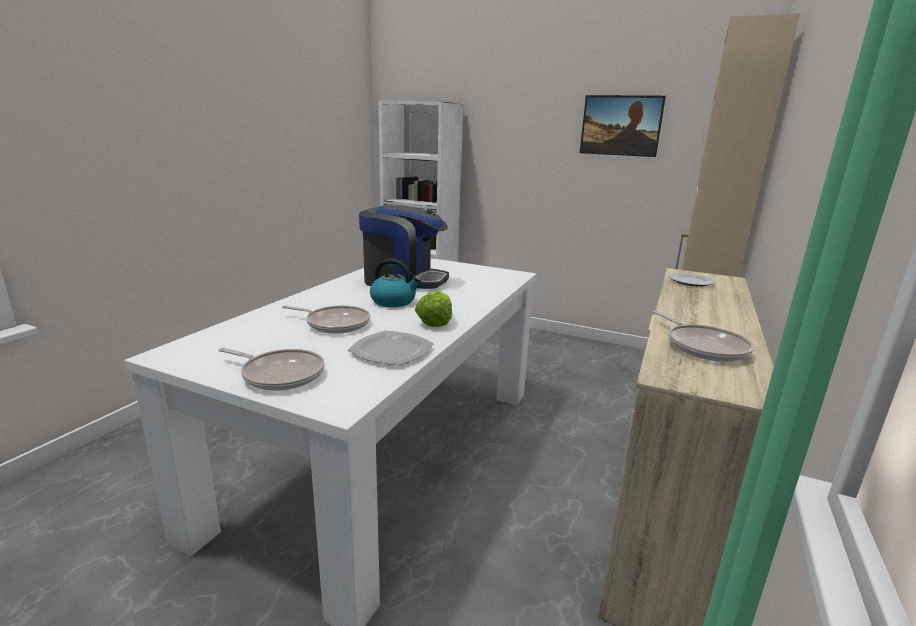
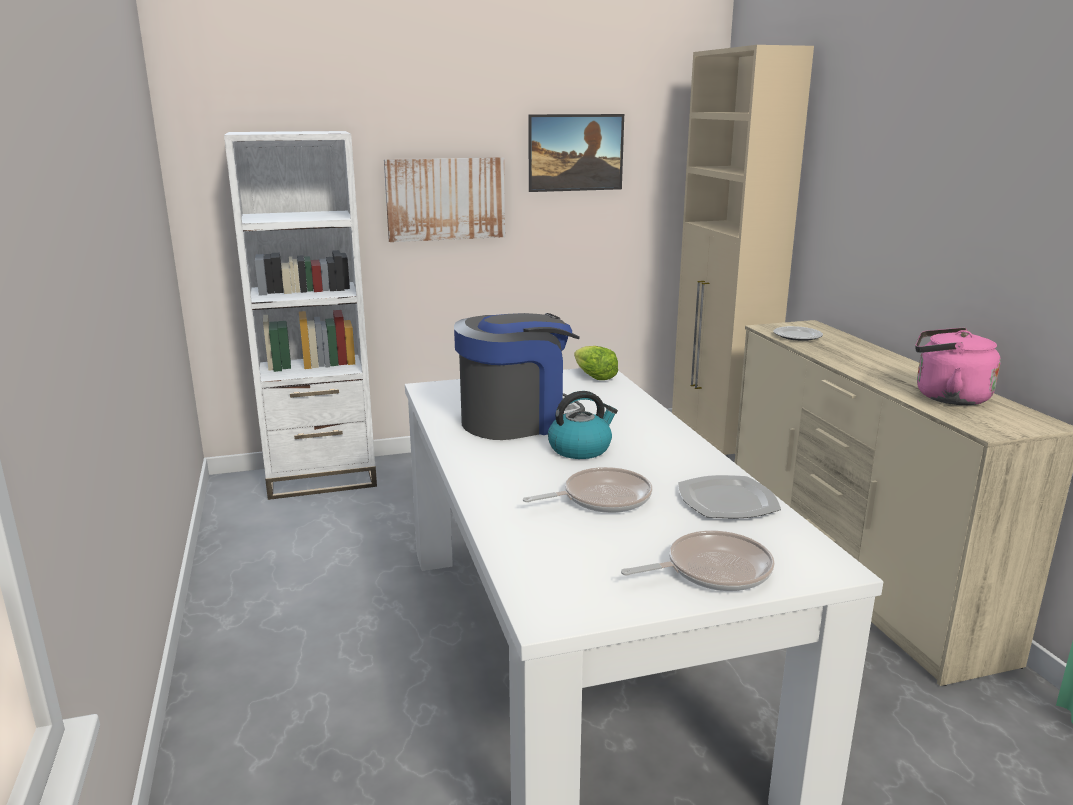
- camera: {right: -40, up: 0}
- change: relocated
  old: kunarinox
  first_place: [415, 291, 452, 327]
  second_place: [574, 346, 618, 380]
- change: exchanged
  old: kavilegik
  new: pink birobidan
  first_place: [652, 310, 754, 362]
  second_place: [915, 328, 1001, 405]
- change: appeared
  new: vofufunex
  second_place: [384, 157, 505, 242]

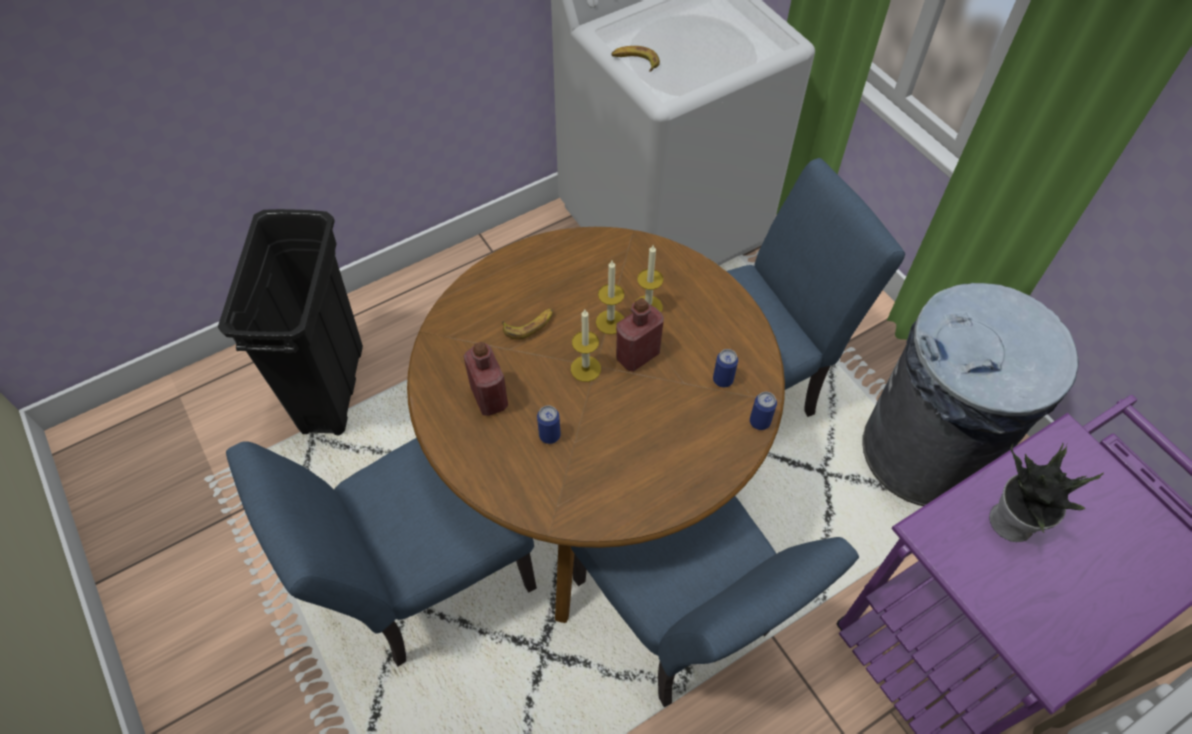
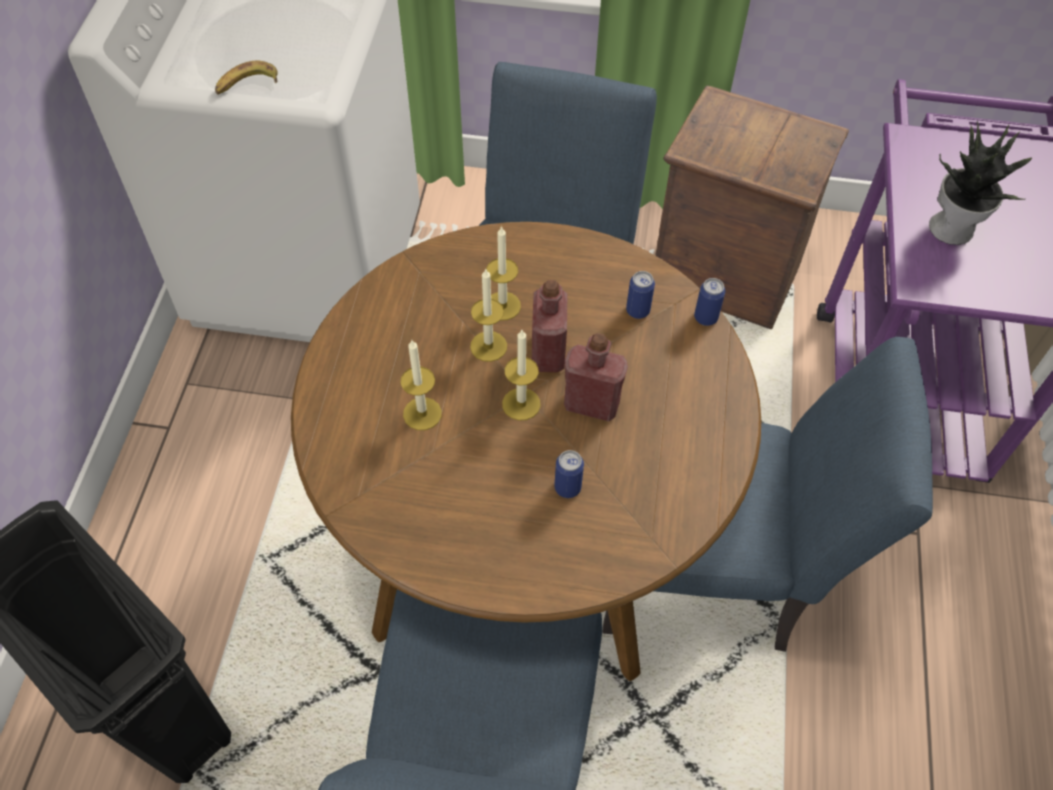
- camera: {right: -50, up: 0}
- change: relocated
  old: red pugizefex
  first_place: [464, 342, 508, 416]
  second_place: [564, 333, 628, 422]
- change: exchanged
  old: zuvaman
  new: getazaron
  first_place: [502, 309, 553, 340]
  second_place: [401, 340, 442, 430]
- change: exchanged
  old: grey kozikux
  new: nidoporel
  first_place: [862, 283, 1079, 506]
  second_place: [655, 86, 849, 329]

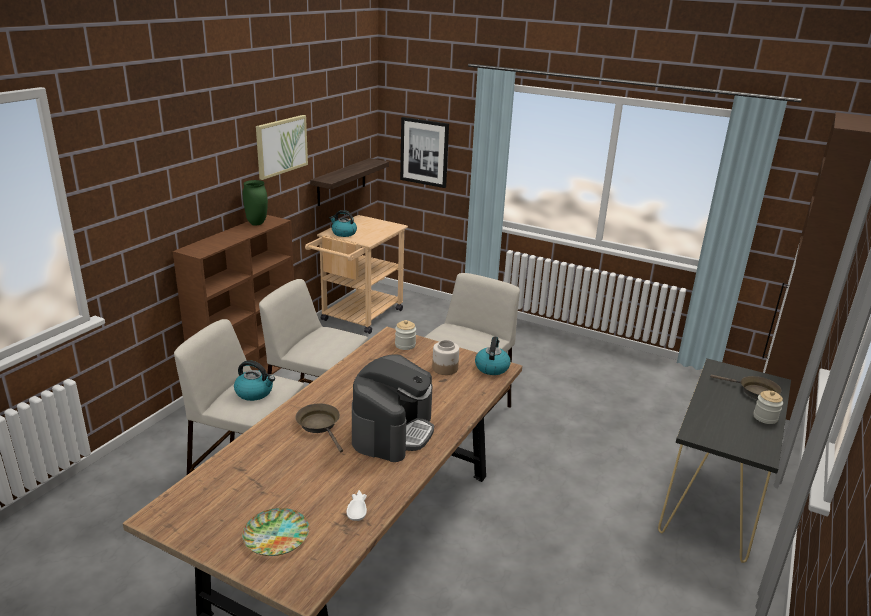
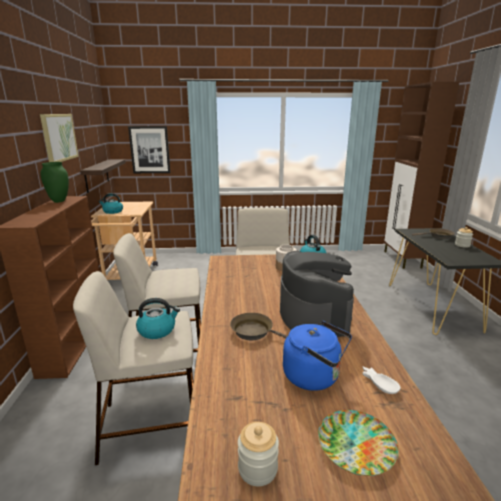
- camera: {right: -30, up: -5}
- change: relocated
  old: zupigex
  first_place: [395, 320, 416, 350]
  second_place: [238, 422, 279, 486]
- change: appeared
  new: blue birobidan
  second_place: [283, 321, 352, 391]

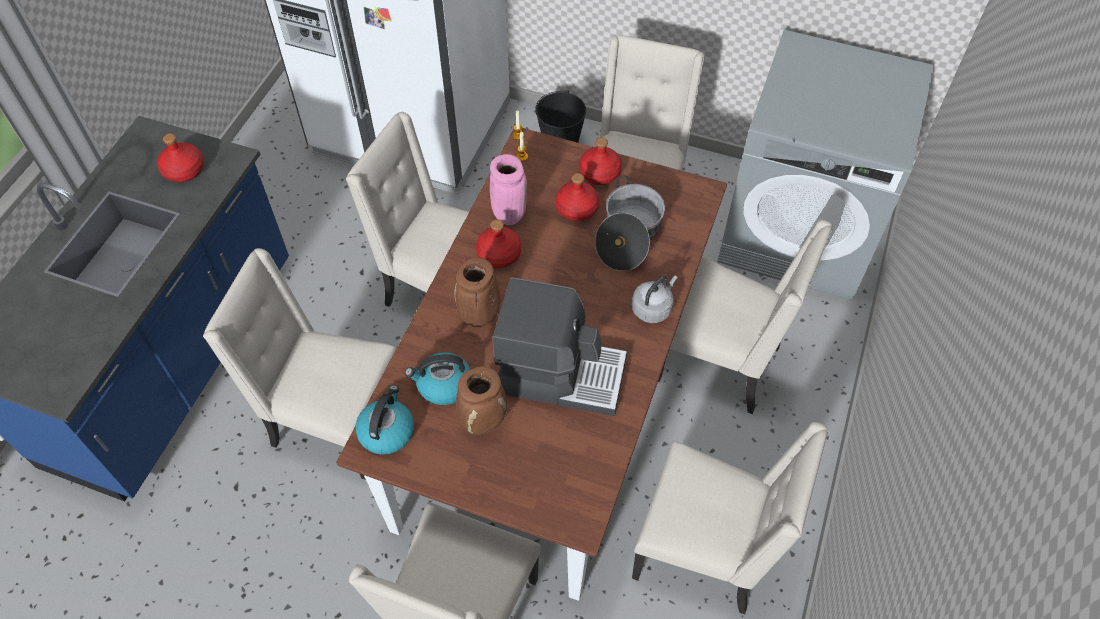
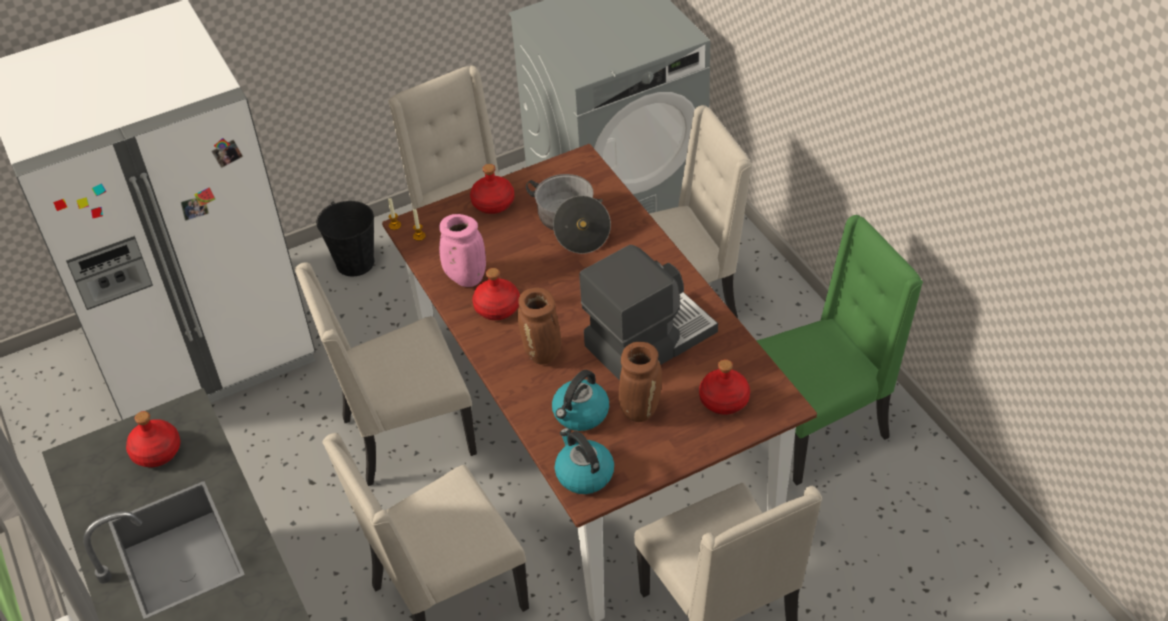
- camera: {right: -45, up: -10}
- change: relocated
  old: red pugizefex
  first_place: [555, 173, 599, 221]
  second_place: [699, 359, 750, 415]
- change: missing
  old: grey birobidan
  first_place: [632, 275, 678, 323]
- change: colour
  old: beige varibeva
  new: green varibeva
  first_place: [632, 422, 828, 614]
  second_place: [756, 215, 923, 486]

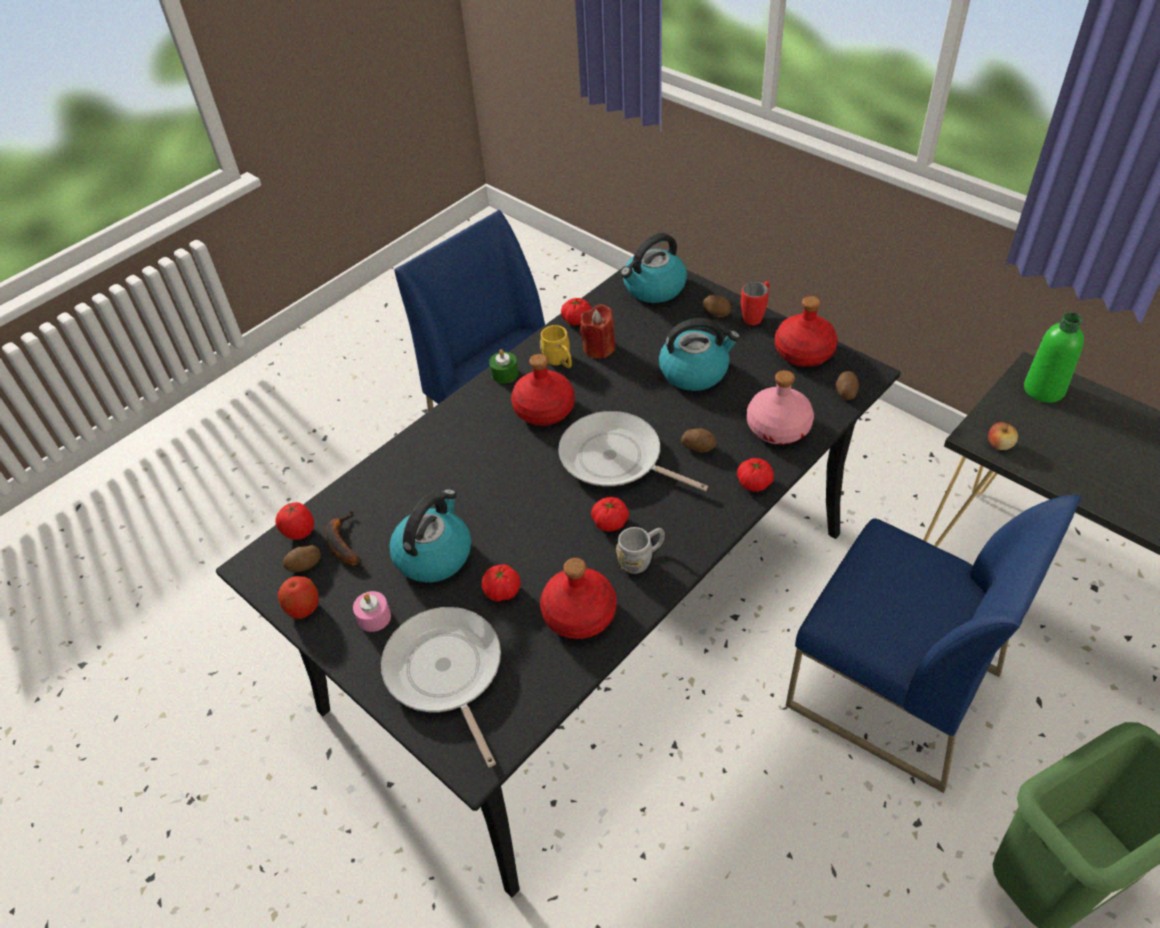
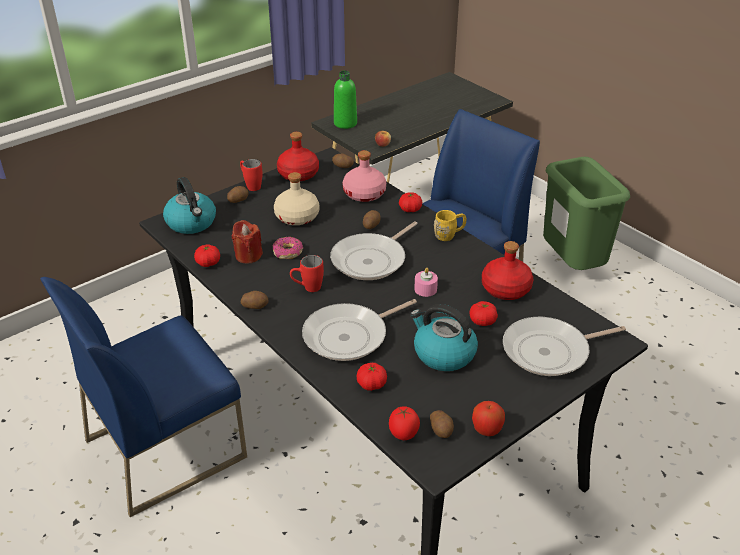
- camera: {right: -85, up: -10}
- change: missing
  old: zuvaman
  first_place: [325, 511, 362, 565]
- change: relocated
  old: pink getazaron
  first_place: [353, 591, 391, 632]
  second_place: [414, 268, 438, 297]
- change: exchanged
  old: green getazaron
  new: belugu
  first_place: [489, 349, 518, 383]
  second_place: [241, 291, 268, 309]
- change: exchanged
  old: red pugizefex
  new: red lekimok
  first_place: [511, 354, 575, 426]
  second_place: [290, 255, 324, 292]
- change: relocated
  old: yellow lekimok
  first_place: [540, 325, 572, 368]
  second_place: [434, 210, 467, 241]
- change: relocated
  old: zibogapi
  first_place: [591, 497, 629, 531]
  second_place: [357, 363, 387, 391]
- change: missing
  old: grey lekimok
  first_place: [616, 527, 665, 574]
- change: exchanged
  old: birobidan
  new: beige pugizefex
  first_place: [659, 318, 740, 391]
  second_place: [274, 172, 319, 225]
- change: appeared
  new: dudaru
  second_place: [273, 237, 303, 259]
- change: appeared
  new: kavilegik
  second_place: [302, 299, 417, 361]

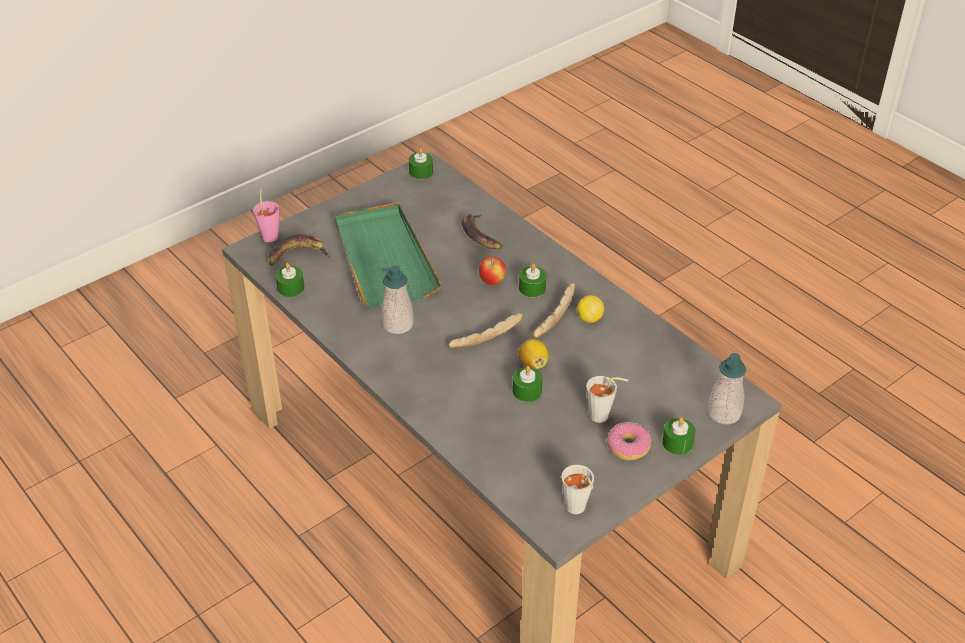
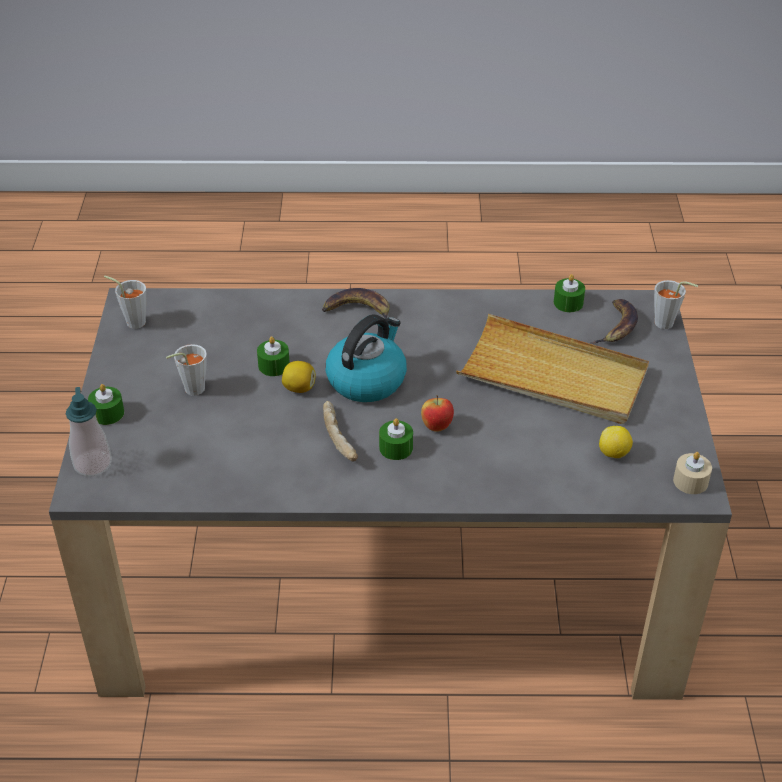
- camera: {right: 130, up: 0}
- change: colour
  old: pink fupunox
  new: grey fupunox
  first_place: [253, 188, 279, 243]
  second_place: [654, 280, 698, 329]
- change: colour
  old: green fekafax
  new: beige fekafax
  first_place: [334, 203, 442, 307]
  second_place: [456, 314, 649, 424]
- change: missing
  old: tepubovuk
  first_place: [381, 265, 414, 334]
- change: colour
  old: green getazaron
  new: beige getazaron
  first_place: [409, 148, 433, 179]
  second_place: [673, 452, 712, 494]
- change: exchanged
  old: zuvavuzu
  new: birobidan
  first_place: [449, 313, 523, 348]
  second_place: [326, 314, 407, 402]
- change: relocated
  old: zuvaman
  first_place: [462, 214, 502, 249]
  second_place: [322, 288, 390, 319]
- change: relocated
  old: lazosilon
  first_place: [577, 295, 604, 323]
  second_place: [599, 426, 633, 458]
- change: missing
  old: dudaru
  first_place: [607, 422, 652, 460]

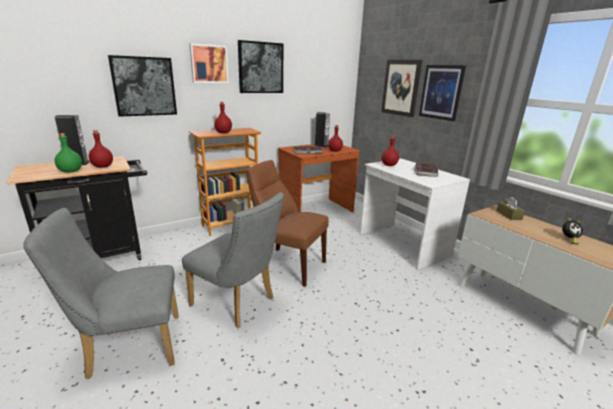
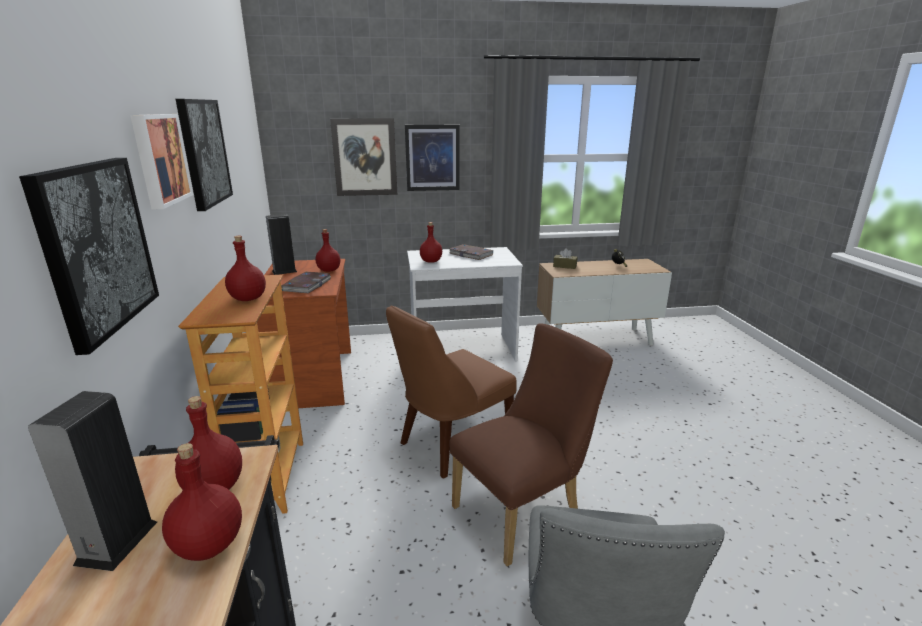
- camera: {right: -65, up: 0}
- change: colour
  old: green pugizefex
  new: red pugizefex
  first_place: [55, 133, 82, 173]
  second_place: [162, 443, 242, 561]
- change: colour
  old: grey varibeva
  new: brown varibeva
  first_place: [182, 192, 284, 329]
  second_place: [449, 323, 613, 567]

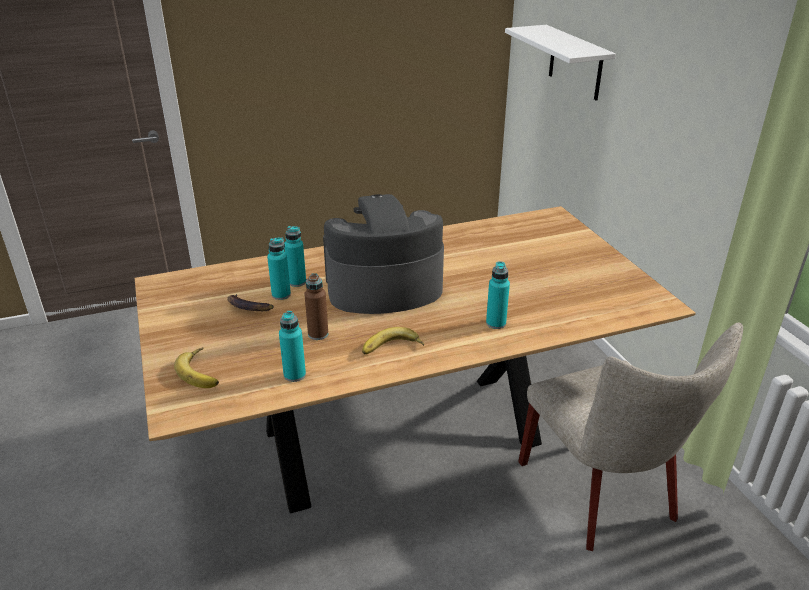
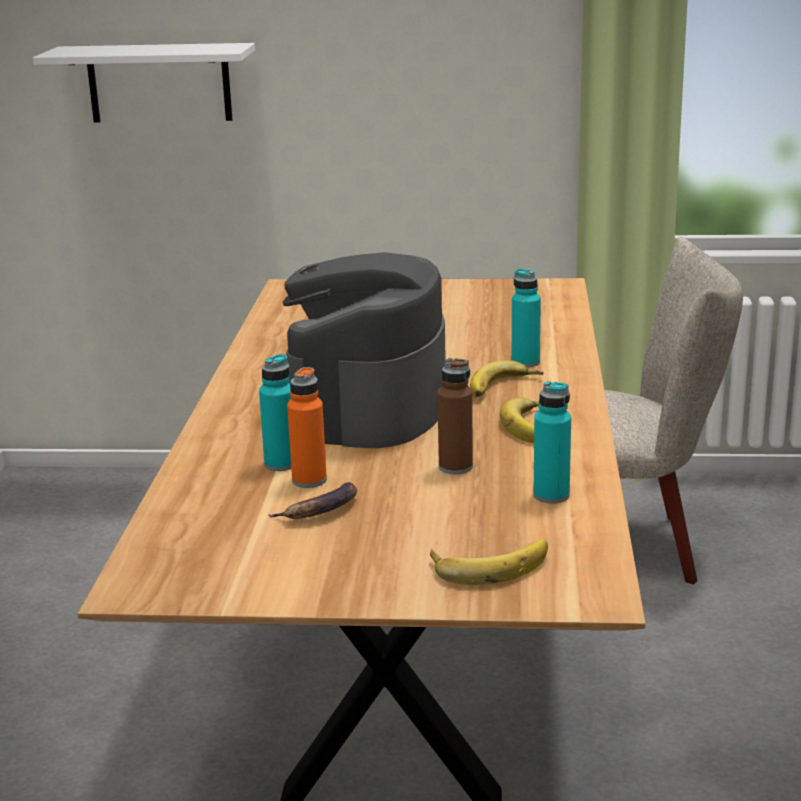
- camera: {right: -65, up: -10}
- change: colour
  old: turquoise pugizefex
  new: orange pugizefex
  first_place: [267, 237, 291, 300]
  second_place: [287, 367, 327, 488]
- change: appeared
  new: zuvaman
  second_place: [470, 360, 543, 398]

